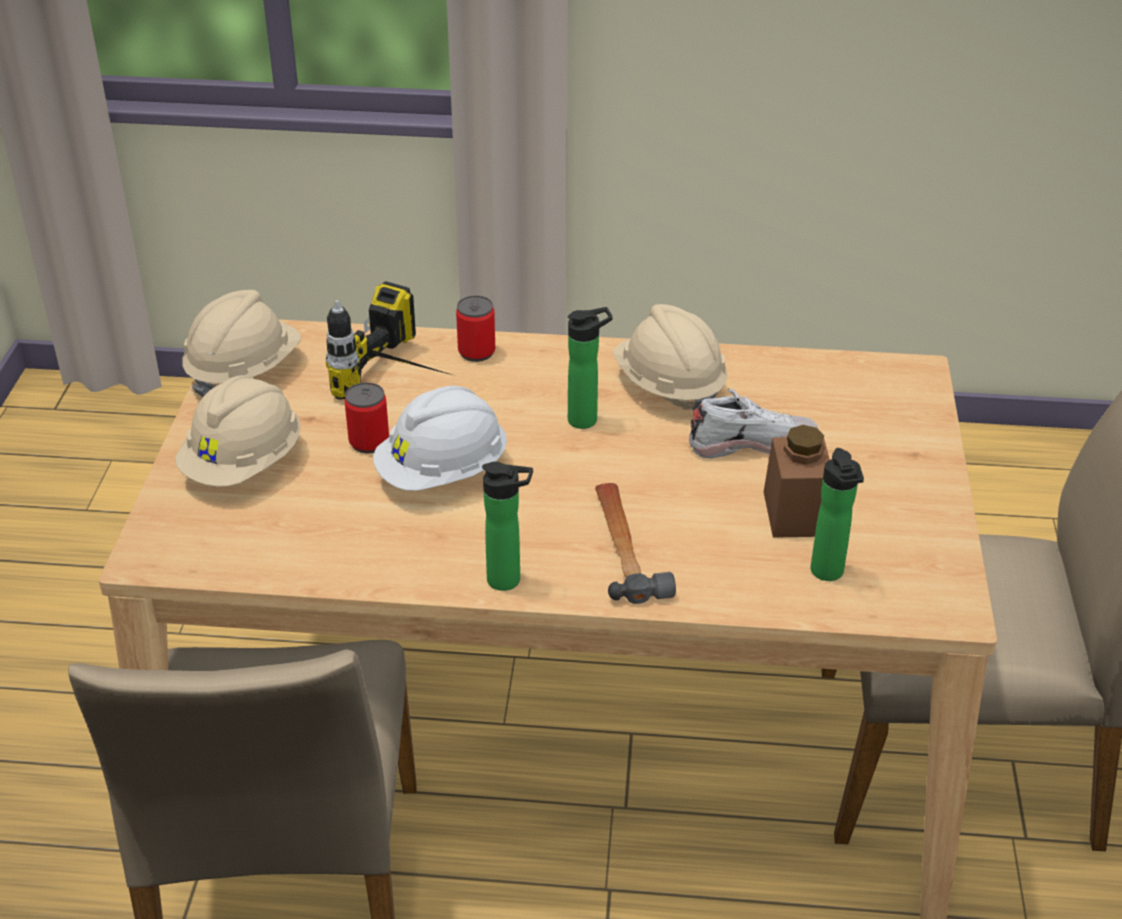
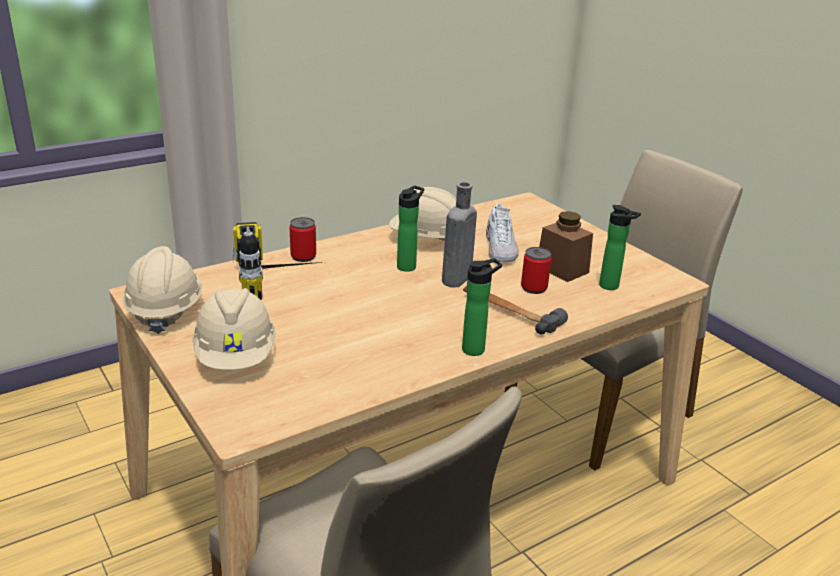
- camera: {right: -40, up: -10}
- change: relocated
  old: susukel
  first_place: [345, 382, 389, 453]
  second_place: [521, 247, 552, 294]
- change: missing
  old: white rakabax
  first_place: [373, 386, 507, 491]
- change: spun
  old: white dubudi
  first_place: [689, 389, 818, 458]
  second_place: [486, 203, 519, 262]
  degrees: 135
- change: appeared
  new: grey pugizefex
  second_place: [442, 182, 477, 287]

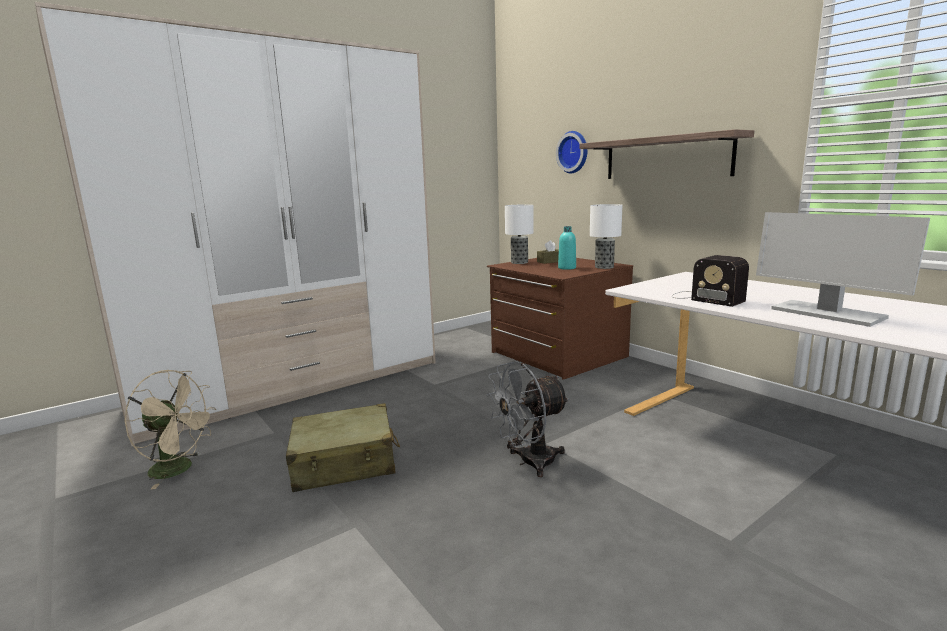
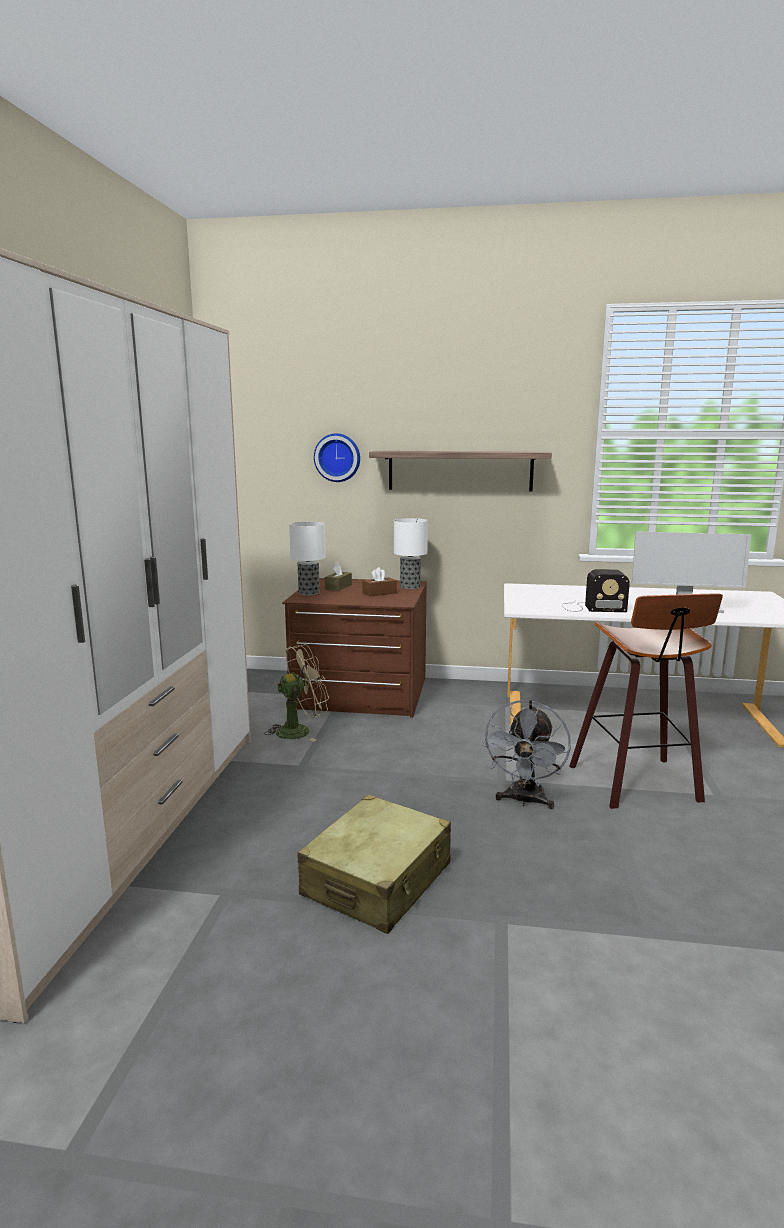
- camera: {right: -45, up: 0}
- change: relocated
  old: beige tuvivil
  first_place: [125, 370, 217, 490]
  second_place: [264, 644, 329, 742]
- change: exchanged
  old: turquoise pugizefex
  new: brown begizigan
  first_place: [558, 226, 576, 270]
  second_place: [362, 567, 397, 597]
- change: appeared
  new: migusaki
  second_place: [569, 593, 723, 809]

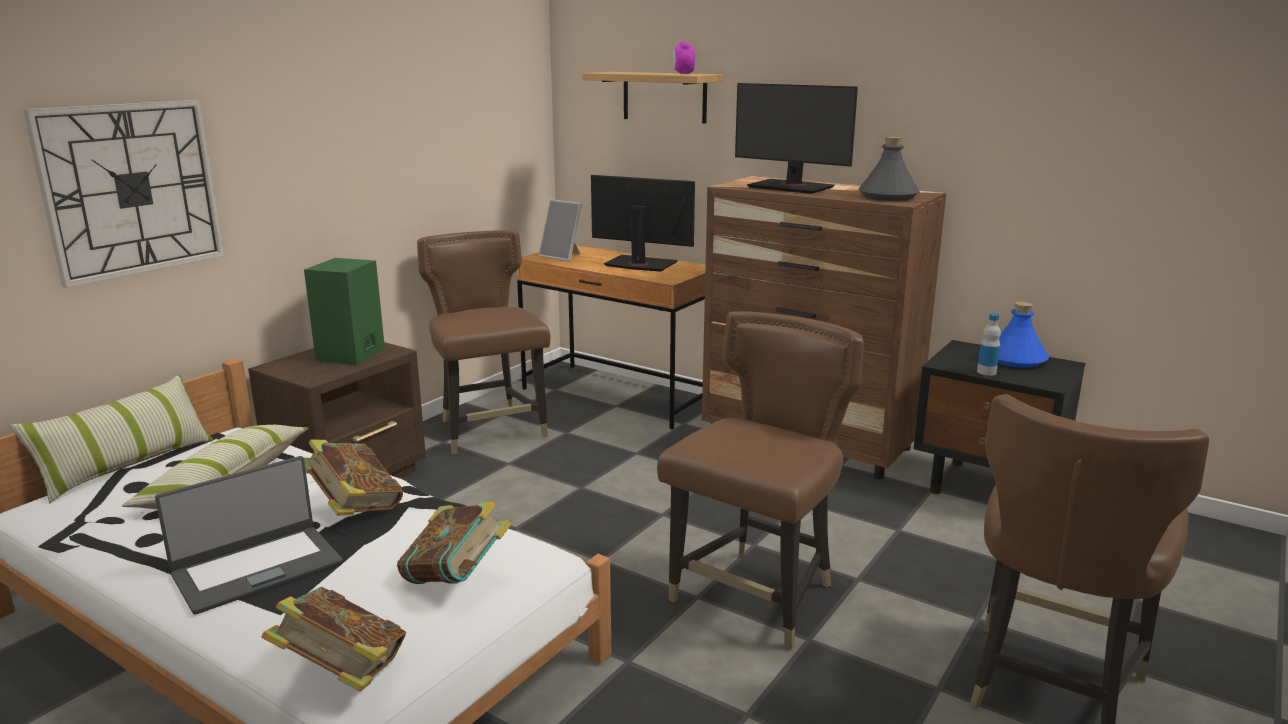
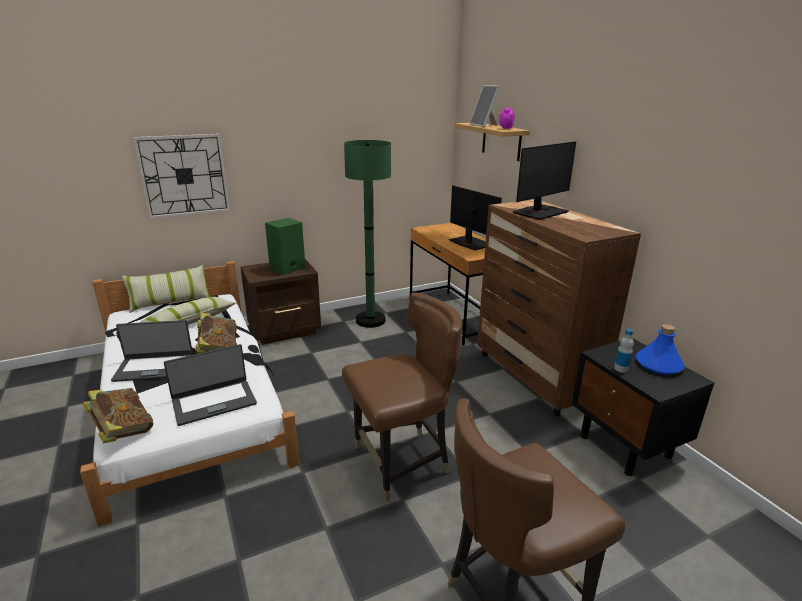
- camera: {right: 30, up: 5}
- change: exchanged
  old: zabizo
  new: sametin
  first_place: [397, 501, 512, 584]
  second_place: [164, 344, 257, 426]
- change: exchanged
  old: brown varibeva
  new: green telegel
  first_place: [417, 230, 550, 454]
  second_place: [344, 140, 391, 328]
- change: relocated
  old: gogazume
  first_place: [539, 199, 582, 262]
  second_place: [469, 85, 500, 127]
- change: spun
  old: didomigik
  first_place: [735, 83, 858, 194]
  second_place: [512, 141, 576, 220]
  degrees: -105
- change: missing
  old: grey pugizefex
  first_place: [858, 136, 920, 201]

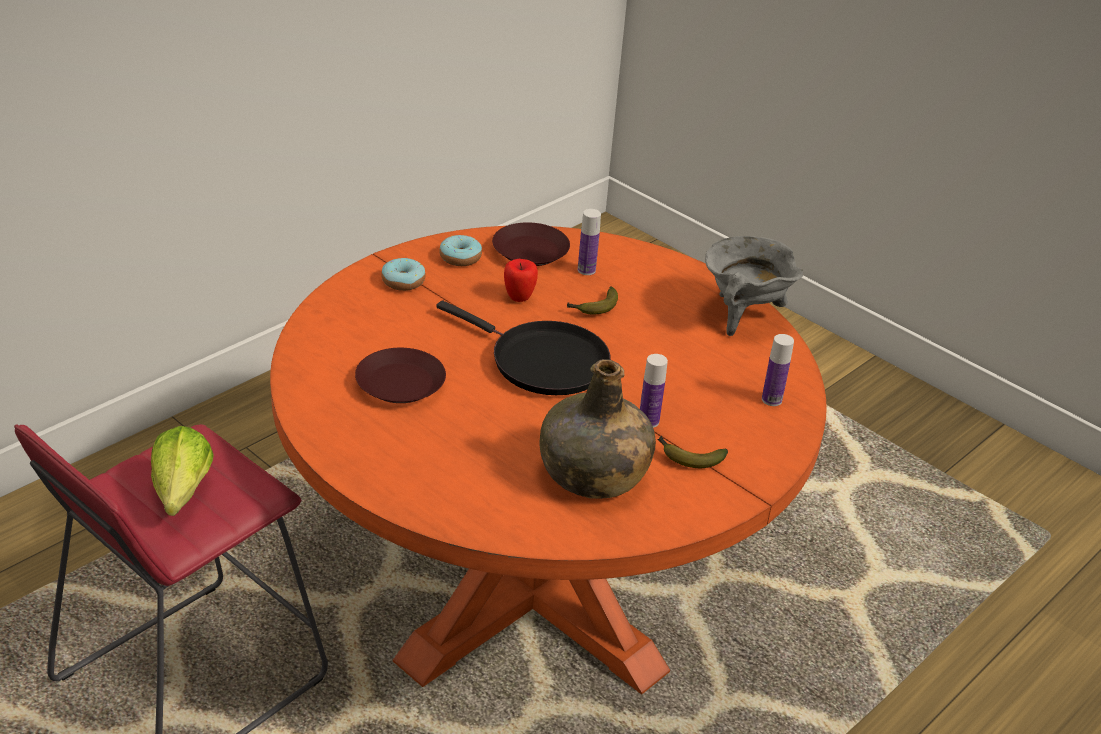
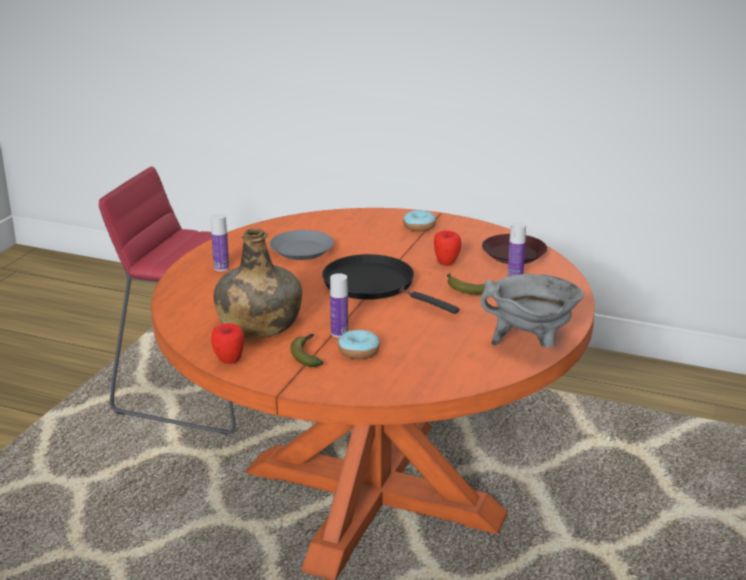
- camera: {right: 70, up: -10}
- change: missing
  old: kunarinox
  first_place: [151, 426, 214, 516]
- change: colour
  old: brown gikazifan
  new: grey gikazifan
  first_place: [355, 348, 446, 403]
  second_place: [270, 230, 334, 260]
- change: spun
  old: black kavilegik
  first_place: [436, 300, 611, 395]
  second_place: [322, 254, 460, 314]
  degrees: 120
- change: relocated
  old: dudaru
  first_place: [439, 235, 482, 266]
  second_place: [338, 330, 380, 359]
- change: relocated
  old: pugizefex
  first_place: [762, 334, 794, 406]
  second_place: [211, 214, 229, 271]
- change: appeared
  new: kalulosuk
  second_place: [211, 323, 244, 364]

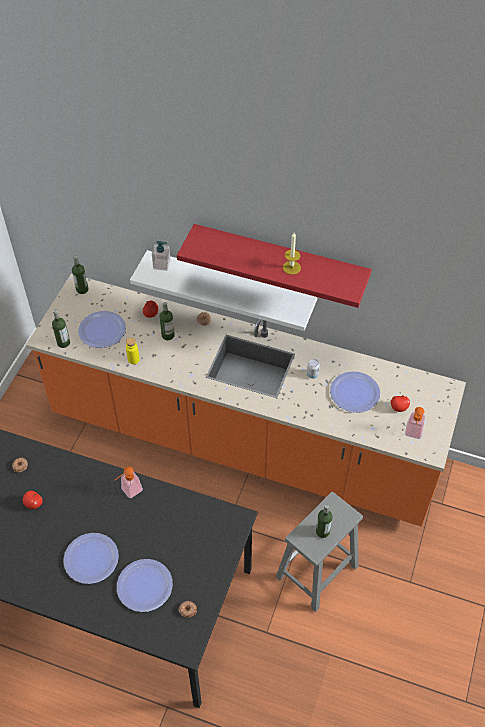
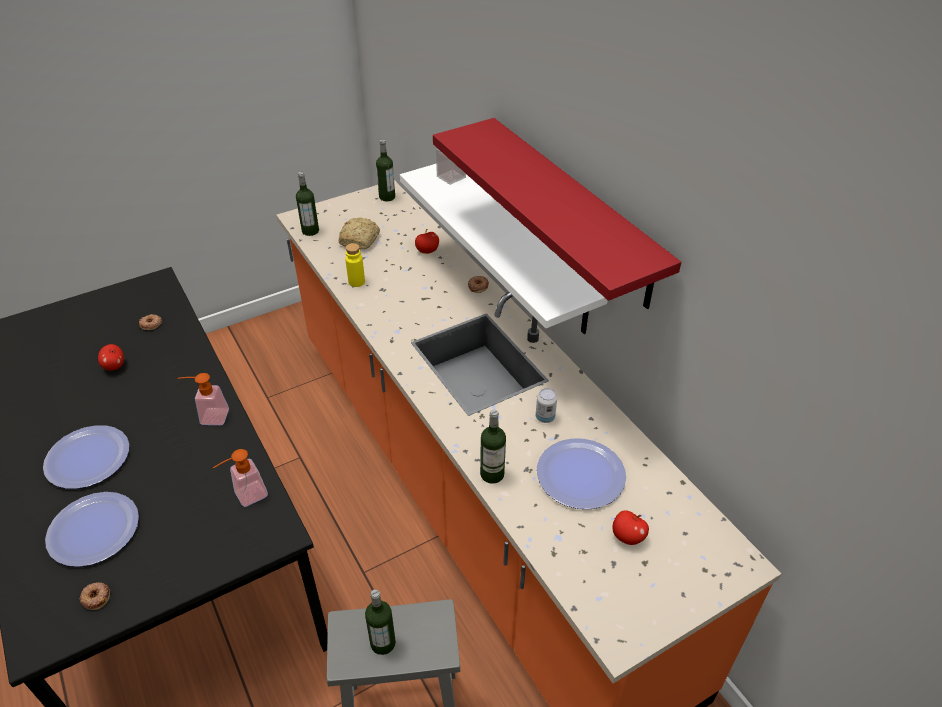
- camera: {right: 40, up: -10}
- change: exchanged
  old: gikazifan
  new: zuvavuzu
  first_place: [78, 311, 126, 348]
  second_place: [339, 217, 380, 250]
- change: relocated
  old: pugizefex
  first_place: [159, 302, 175, 340]
  second_place: [480, 410, 506, 484]
- change: missing
  old: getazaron
  first_place: [283, 233, 301, 275]
- change: relocated
  old: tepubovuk
  first_place: [405, 407, 425, 439]
  second_place: [213, 449, 268, 507]

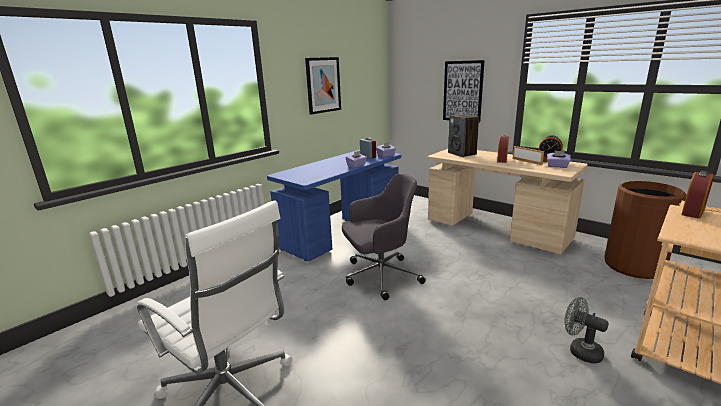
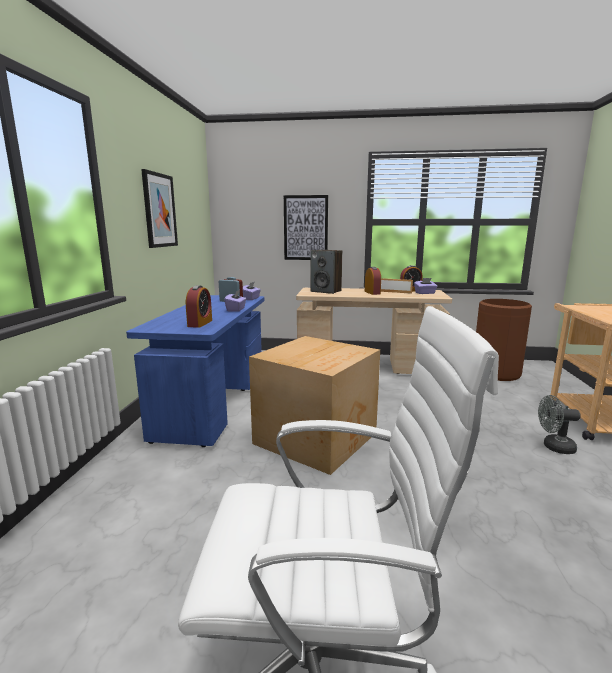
- camera: {right: -35, up: -5}
- change: exchanged
  old: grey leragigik
  new: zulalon
  first_place: [342, 173, 426, 300]
  second_place: [249, 336, 380, 475]
- change: relocated
  old: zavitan
  first_place: [681, 171, 714, 219]
  second_place: [186, 285, 212, 328]

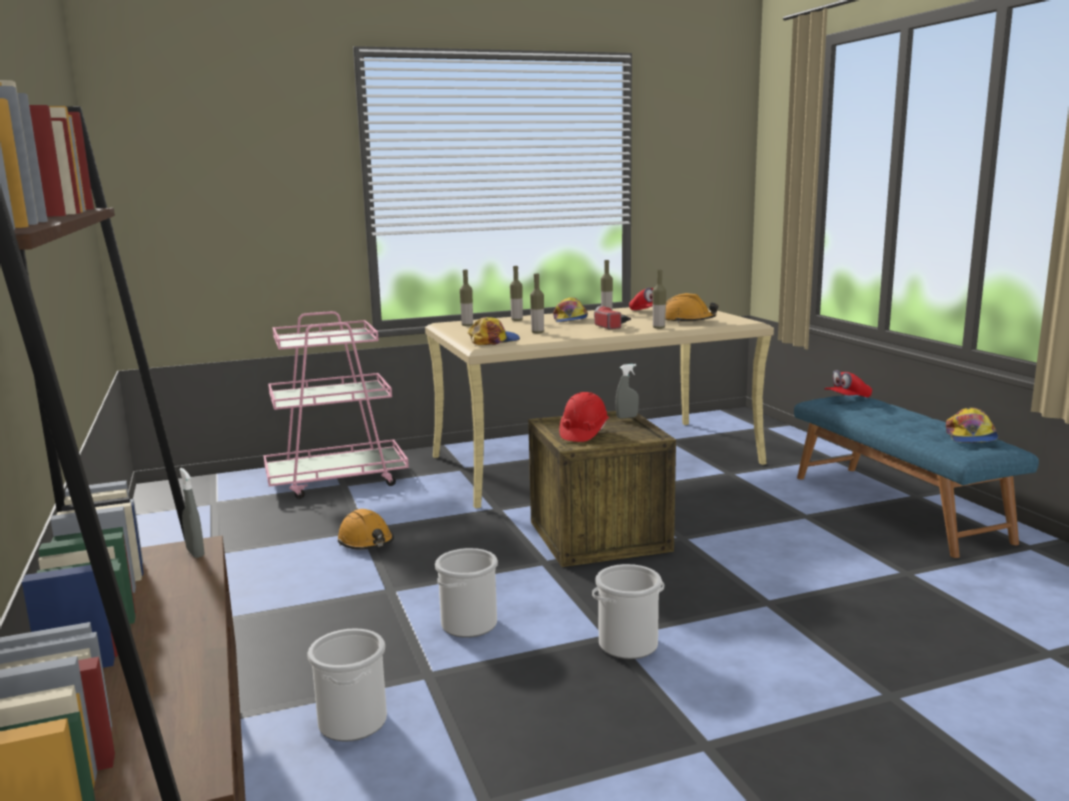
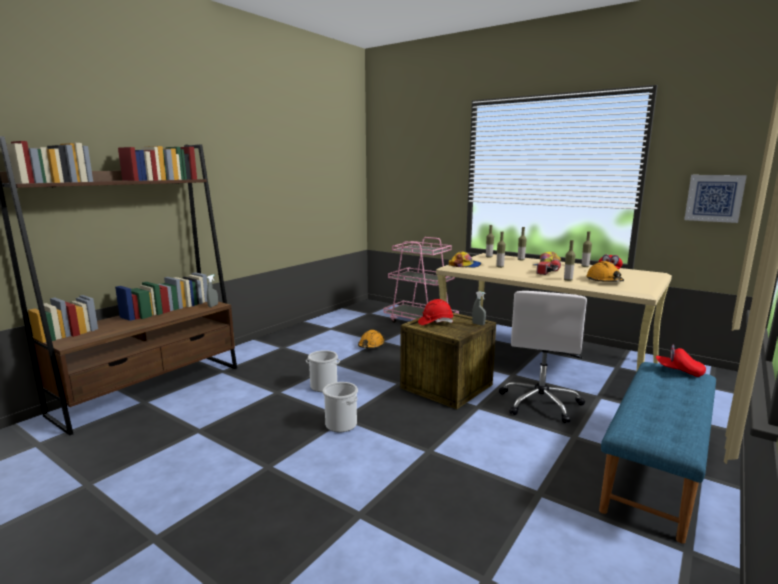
- camera: {right: 55, up: 0}
- change: missing
  old: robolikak
  first_place: [307, 628, 387, 742]
- change: missing
  old: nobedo
  first_place: [946, 408, 998, 443]
- change: appeared
  new: white leragigik
  second_place: [499, 291, 587, 423]
- change: appeared
  new: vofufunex
  second_place: [684, 175, 747, 223]

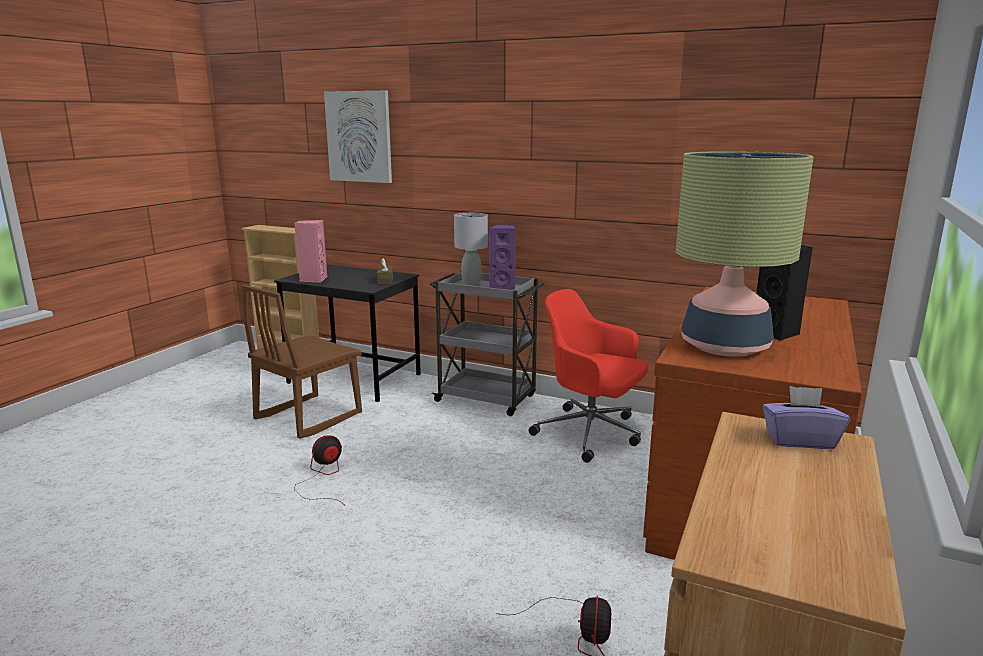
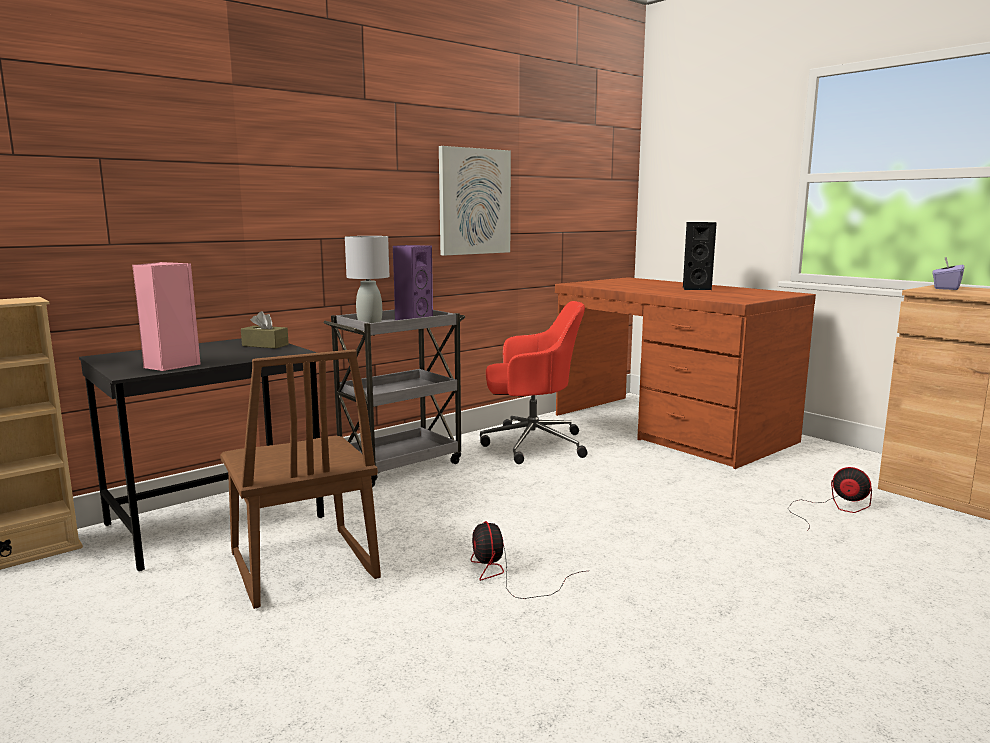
- camera: {right: -65, up: -5}
- change: relocated
  old: vofufunex
  first_place: [324, 91, 392, 183]
  second_place: [439, 146, 511, 256]
- change: spun
  old: red leragigik
  first_place: [529, 289, 648, 463]
  second_place: [480, 301, 588, 464]
  degrees: -150
- change: missing
  old: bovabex
  first_place: [676, 151, 814, 357]

